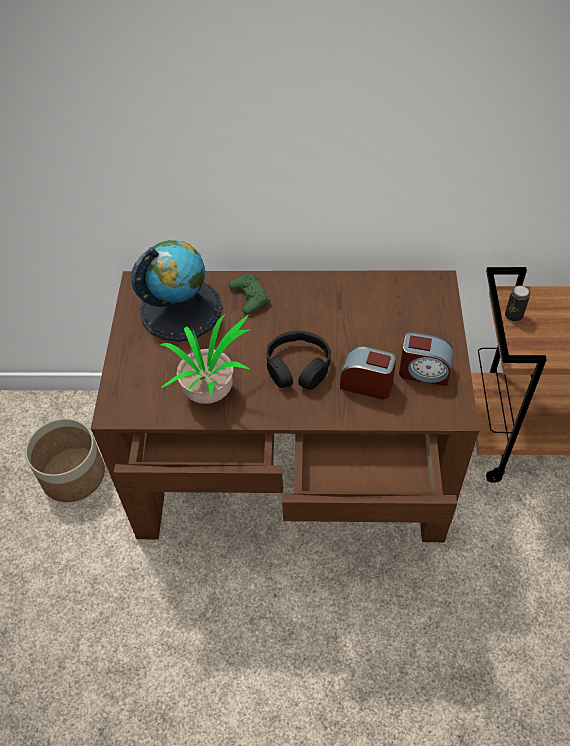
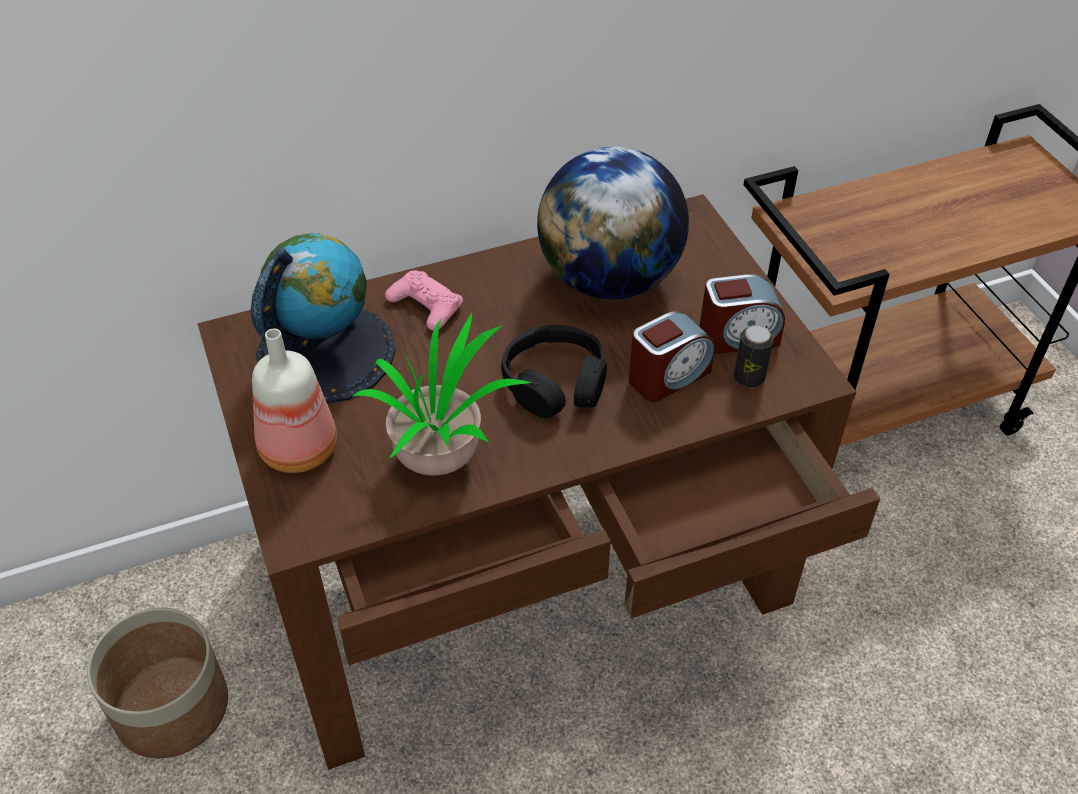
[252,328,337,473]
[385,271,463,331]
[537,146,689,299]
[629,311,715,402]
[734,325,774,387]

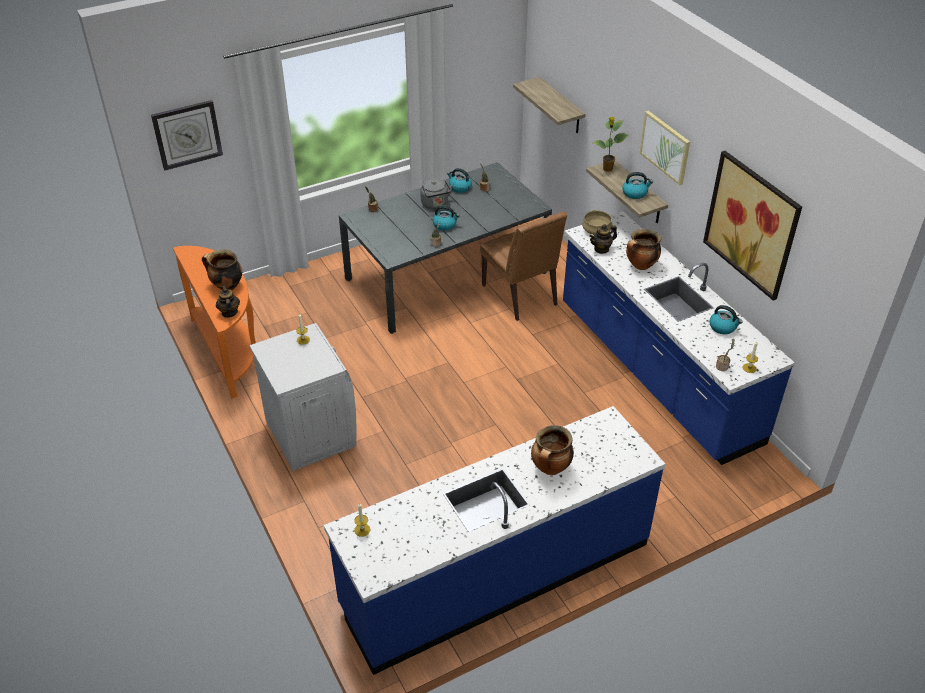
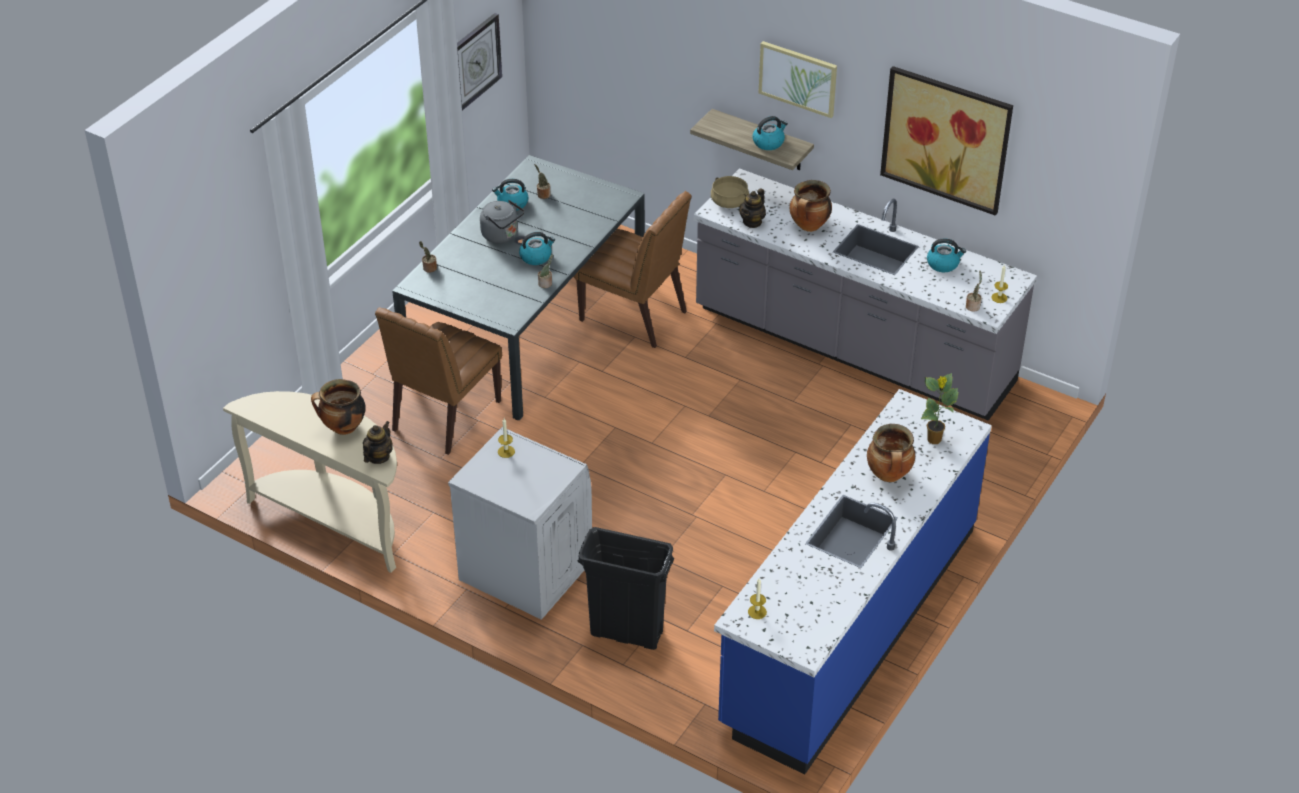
[223,391,397,573]
[363,421,393,464]
[375,307,502,455]
[457,13,502,110]
[578,527,674,650]
[694,168,1037,421]
[921,373,958,444]
[513,77,586,133] (first image)

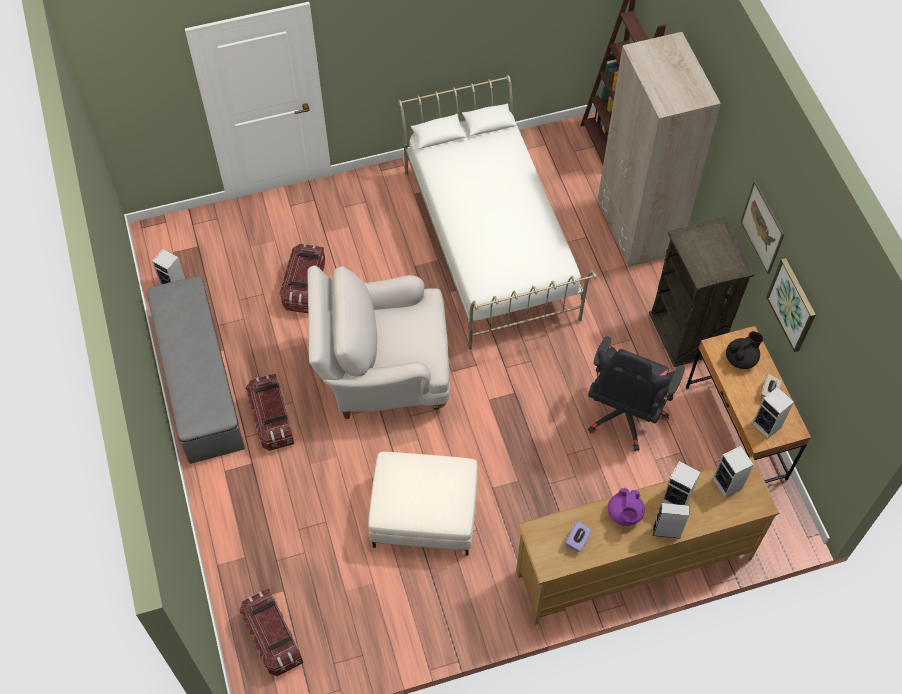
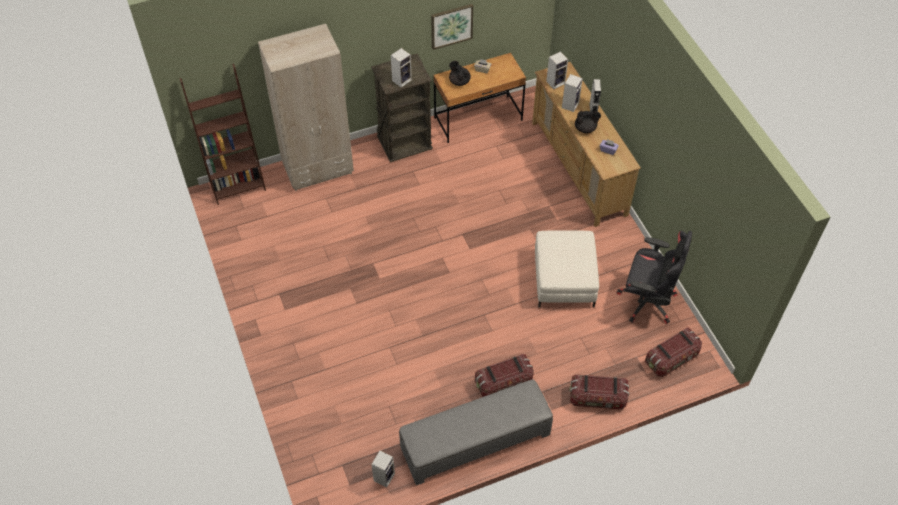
[391,48,412,88]
[569,375,629,410]
[575,111,601,133]
[617,231,692,324]
[308,266,450,419] (first image)
[398,75,596,351] (first image)
[740,180,784,274] (first image)

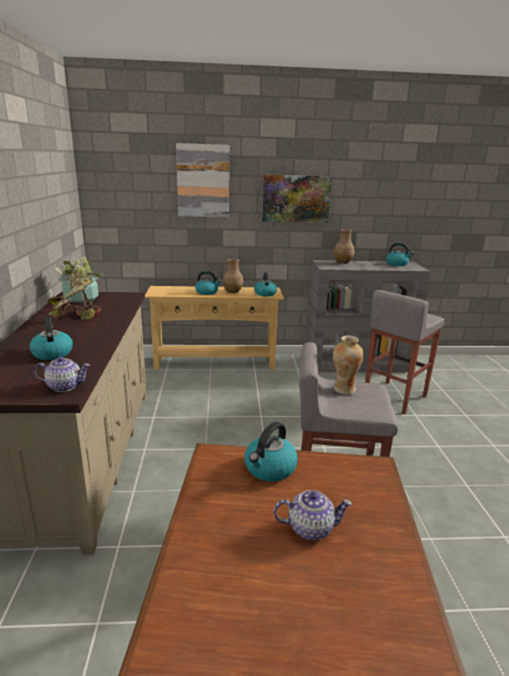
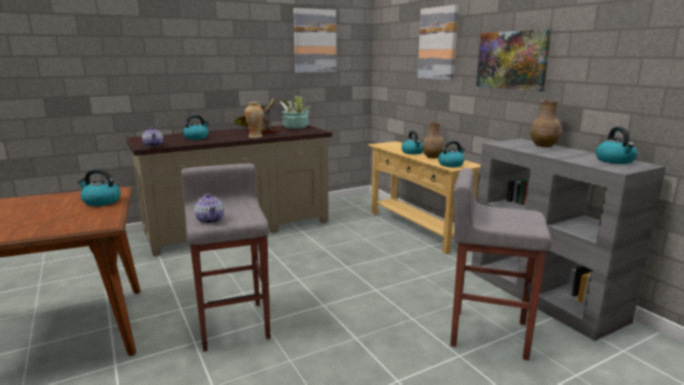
[194,194,224,224]
[245,102,263,138]
[293,8,336,73]

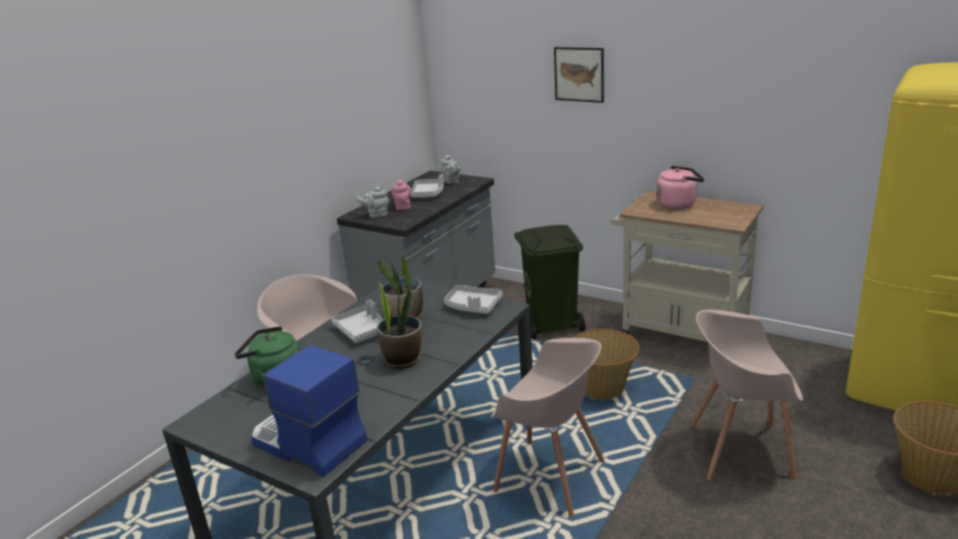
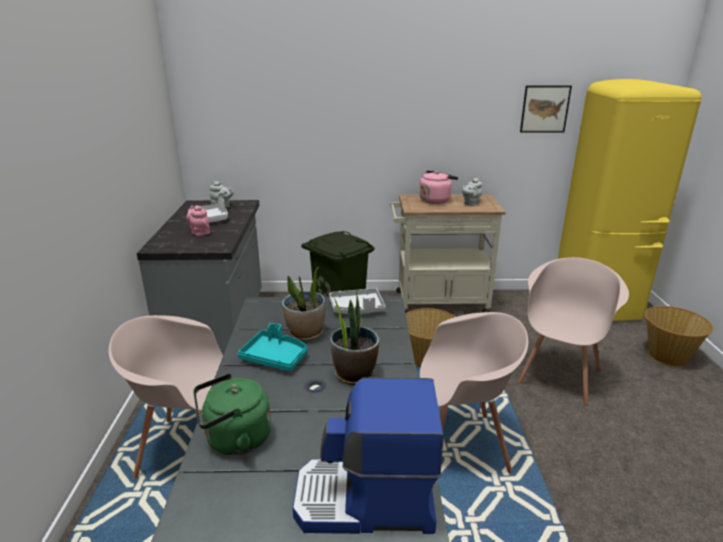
[237,323,308,371]
[462,178,482,206]
[518,257,629,405]
[520,86,572,133]

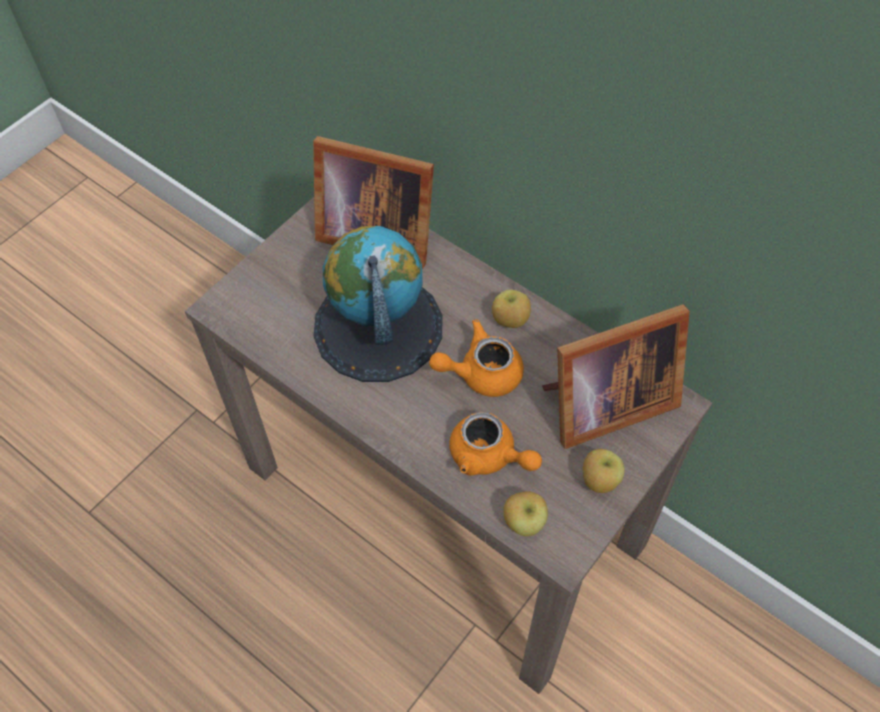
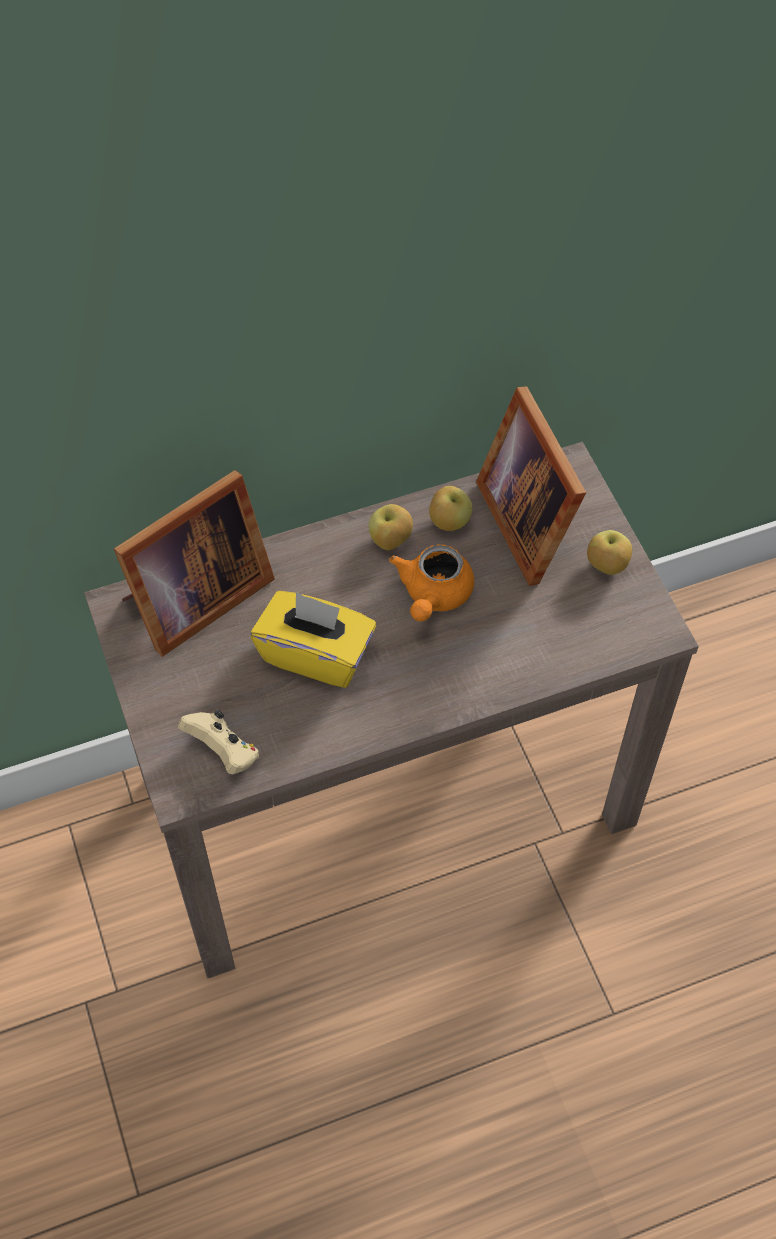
[178,710,259,775]
[251,591,376,688]
[429,486,472,531]
[476,386,586,586]
[449,412,542,476] (first image)

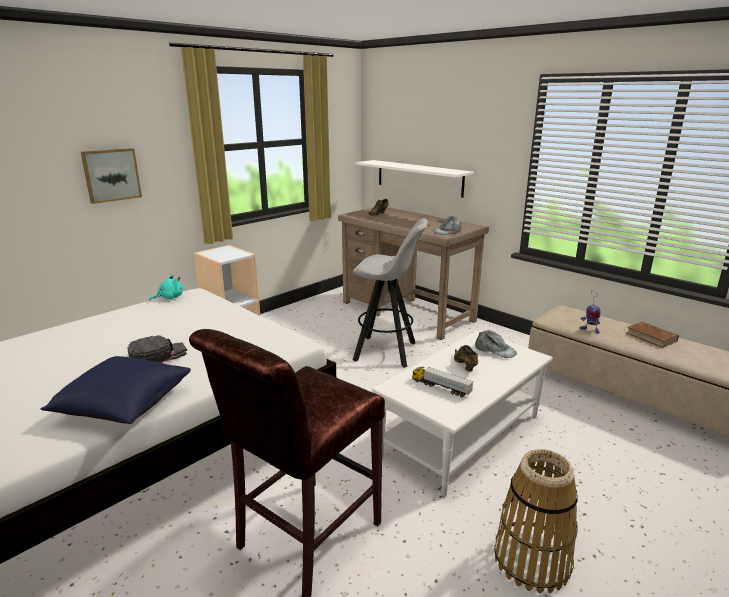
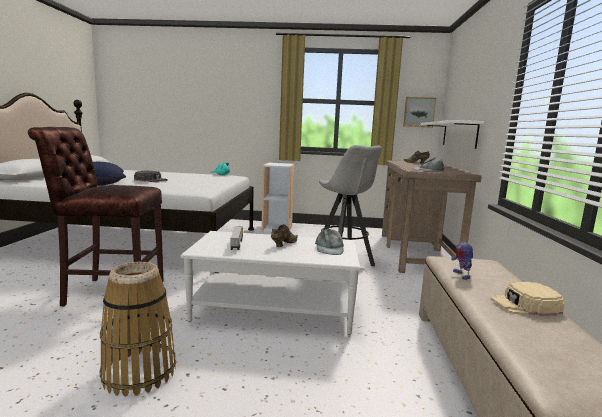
[403,97,436,128]
[490,282,565,316]

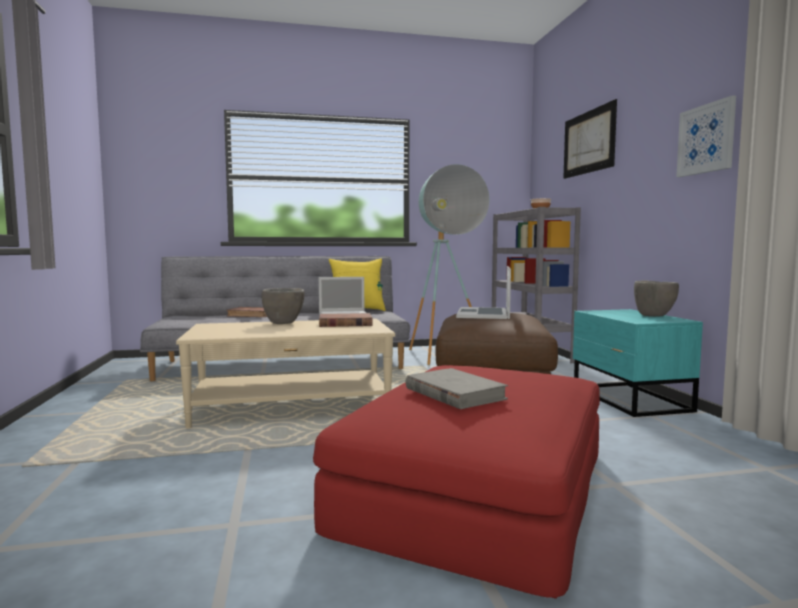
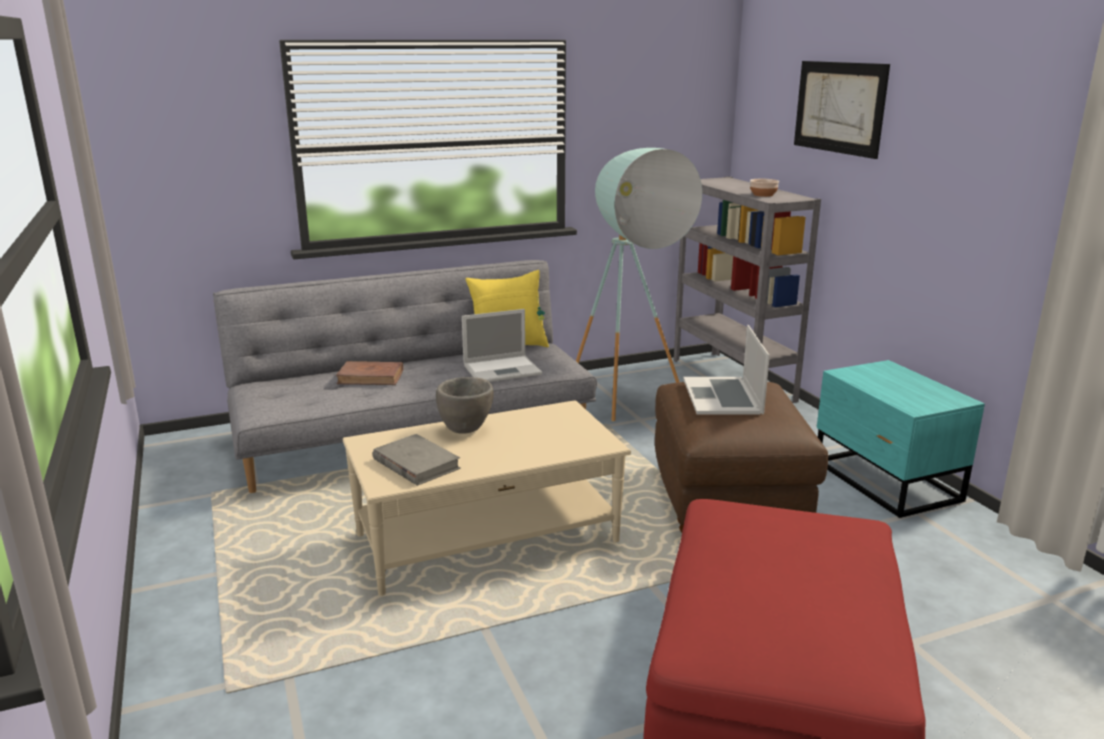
[373,434,461,486]
[319,313,373,327] (first image)
[634,281,679,317] (first image)
[676,95,736,177] (first image)

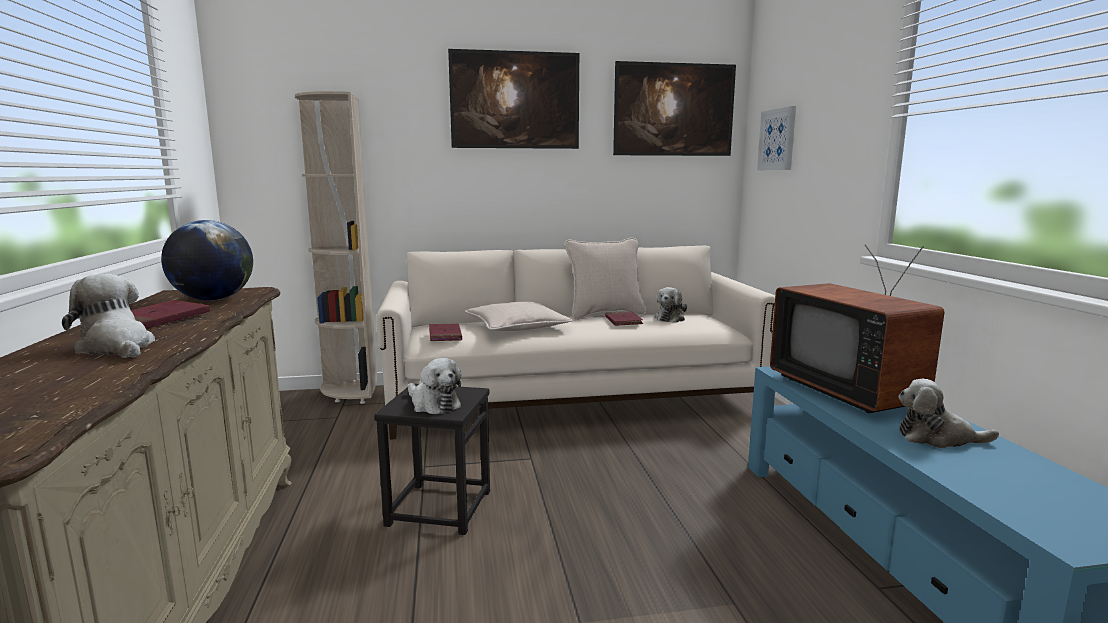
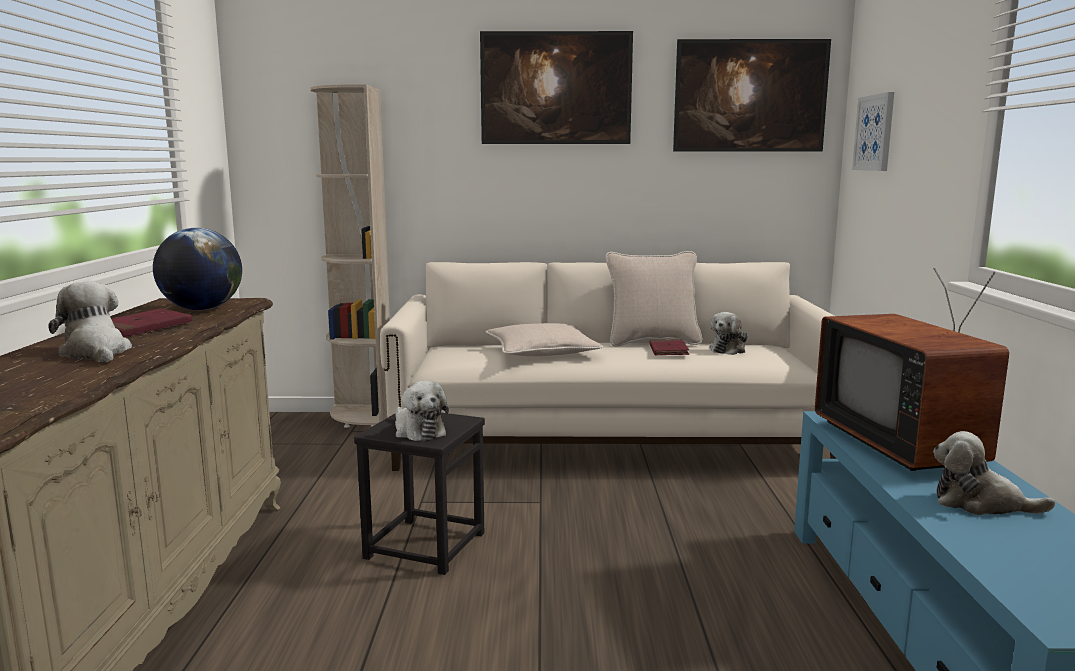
[429,324,462,341] (first image)

